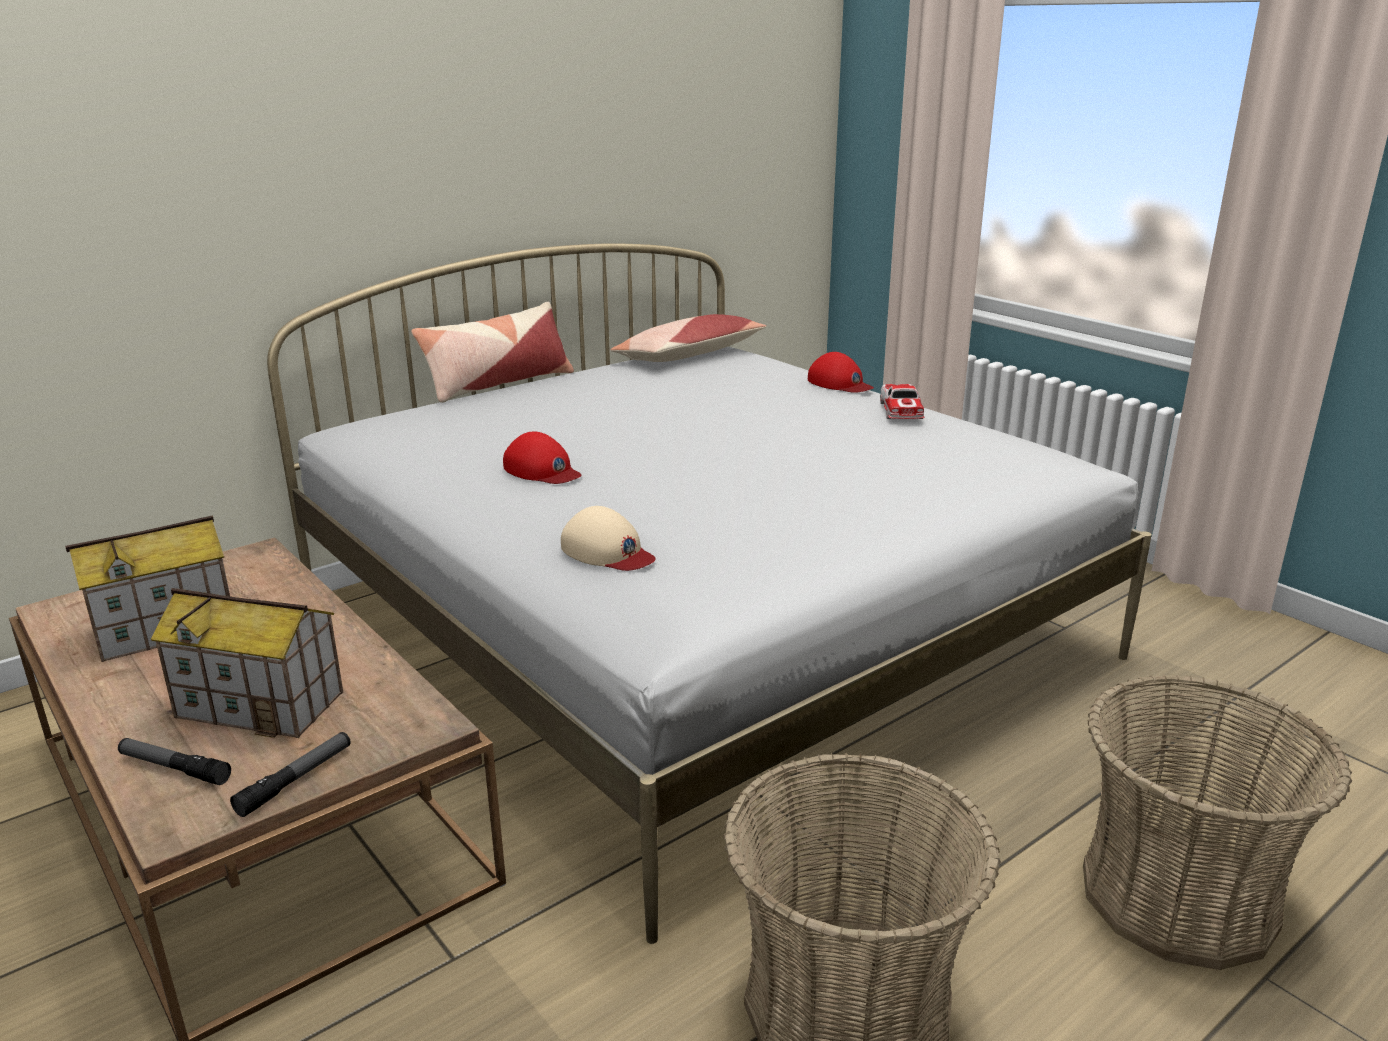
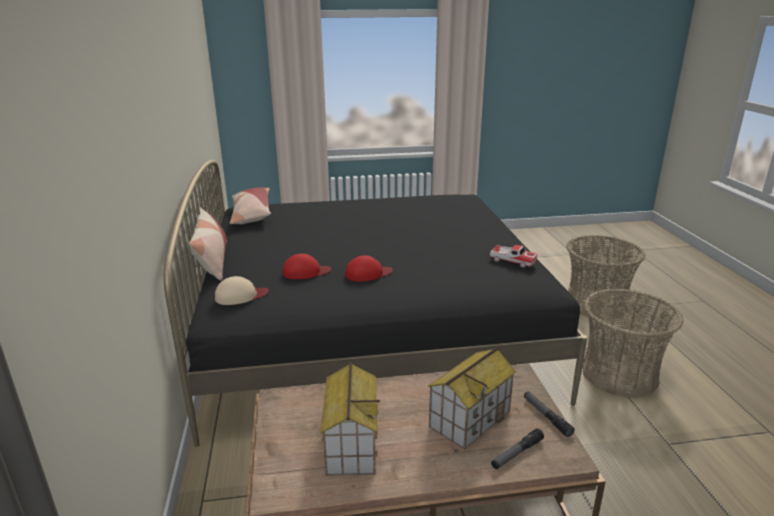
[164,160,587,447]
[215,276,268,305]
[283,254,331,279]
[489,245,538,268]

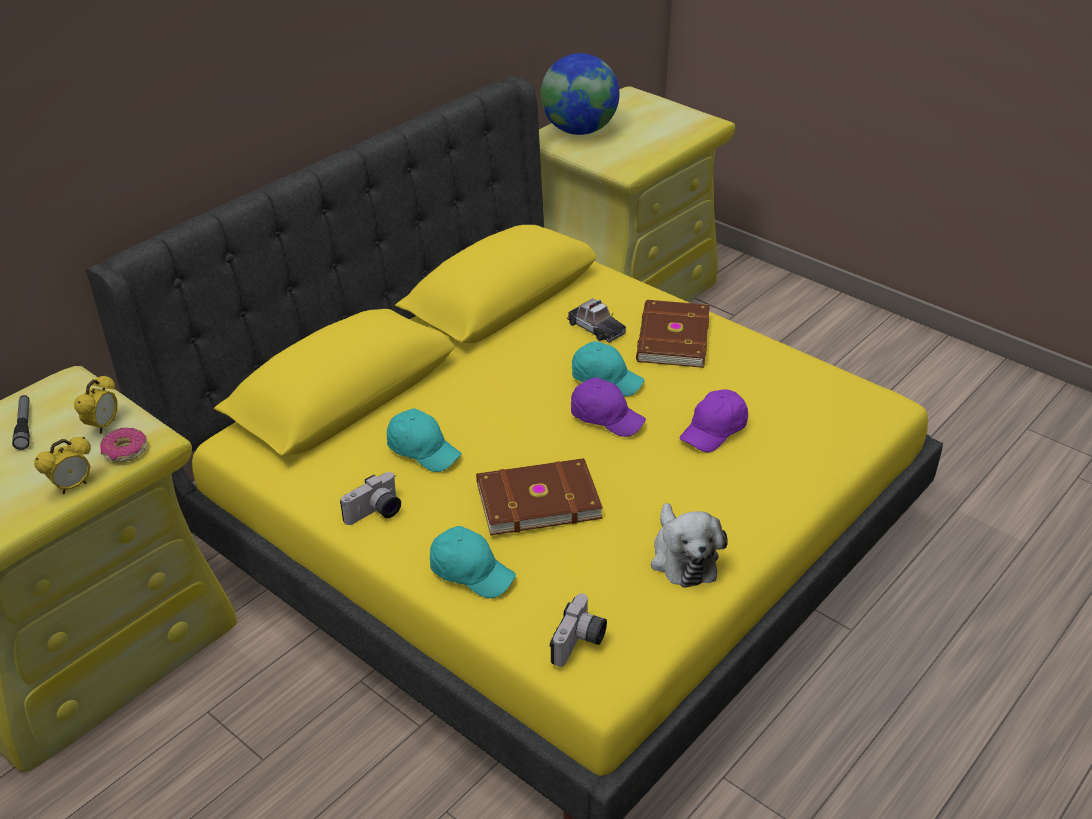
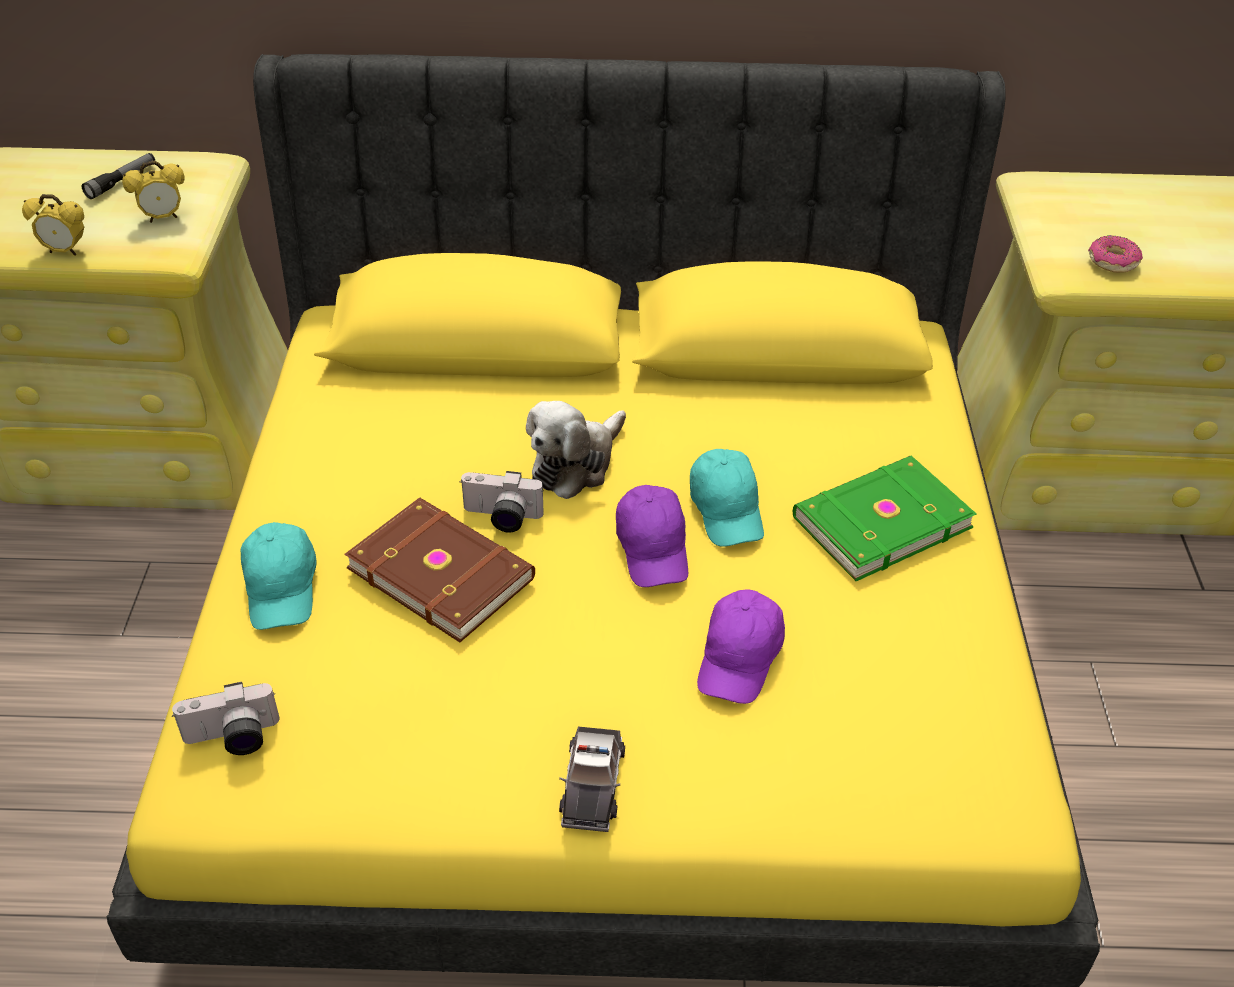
[460,471,544,533]
[526,401,626,499]
[559,727,625,832]
[697,589,785,704]
[793,455,976,581]
[1088,235,1143,273]
[387,409,462,472] (first image)
[540,53,619,135] (first image)

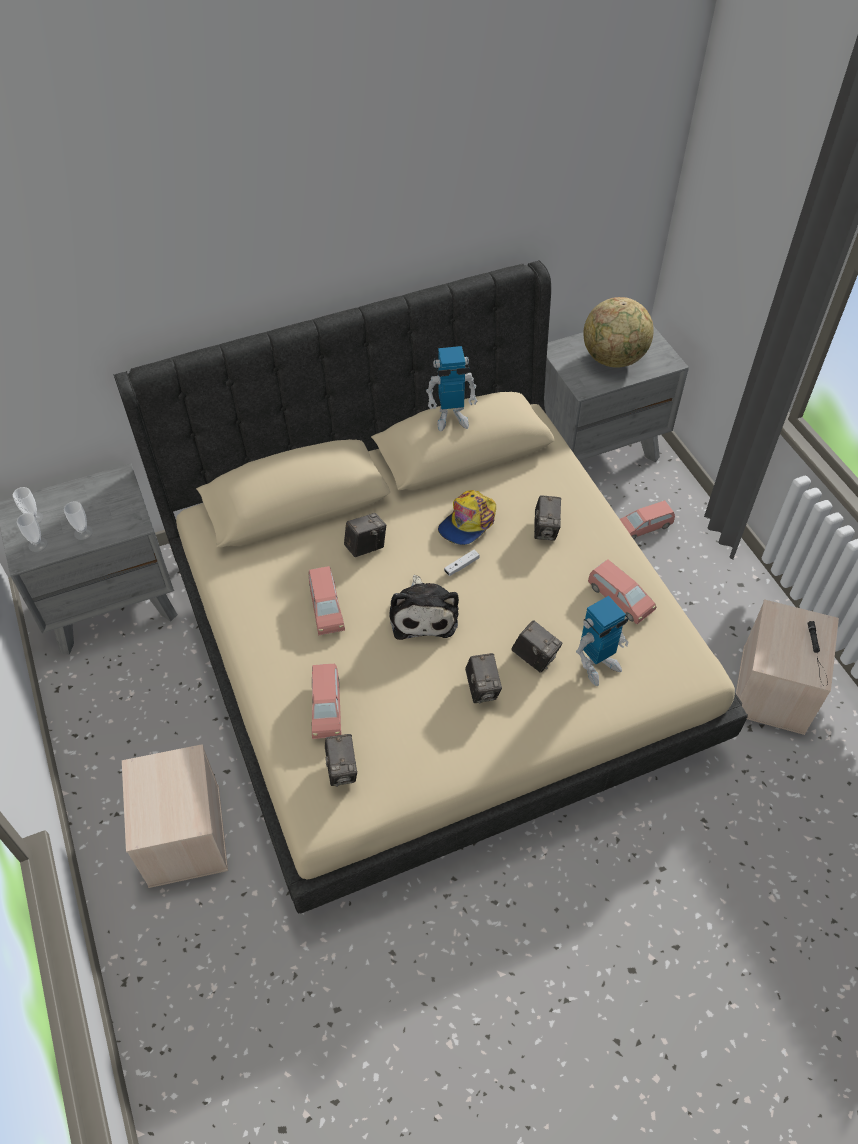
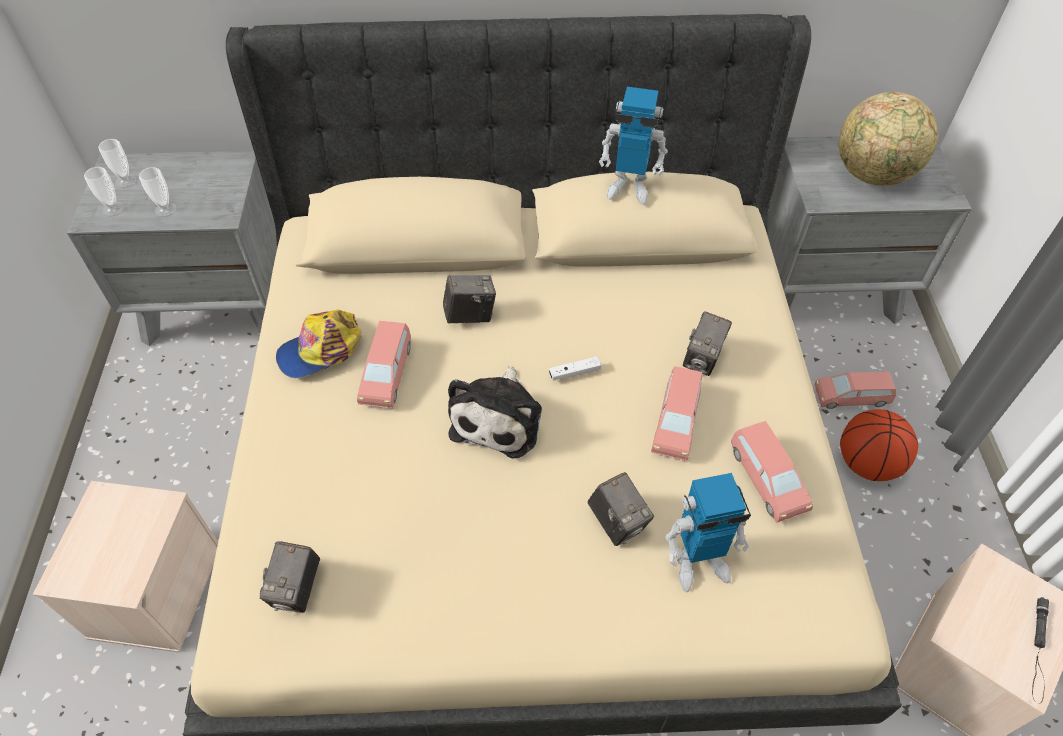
[276,309,361,378]
[651,366,702,461]
[840,409,918,481]
[465,653,502,704] (first image)

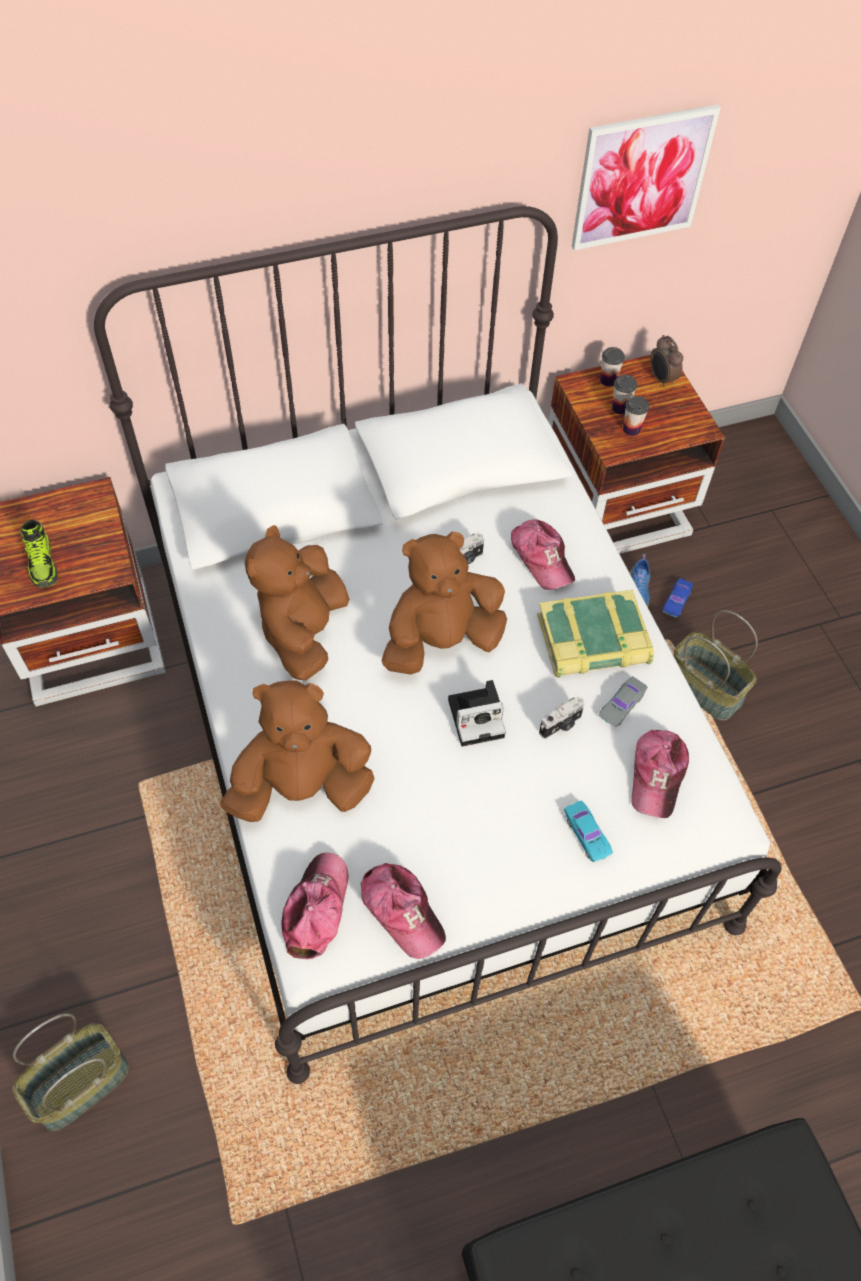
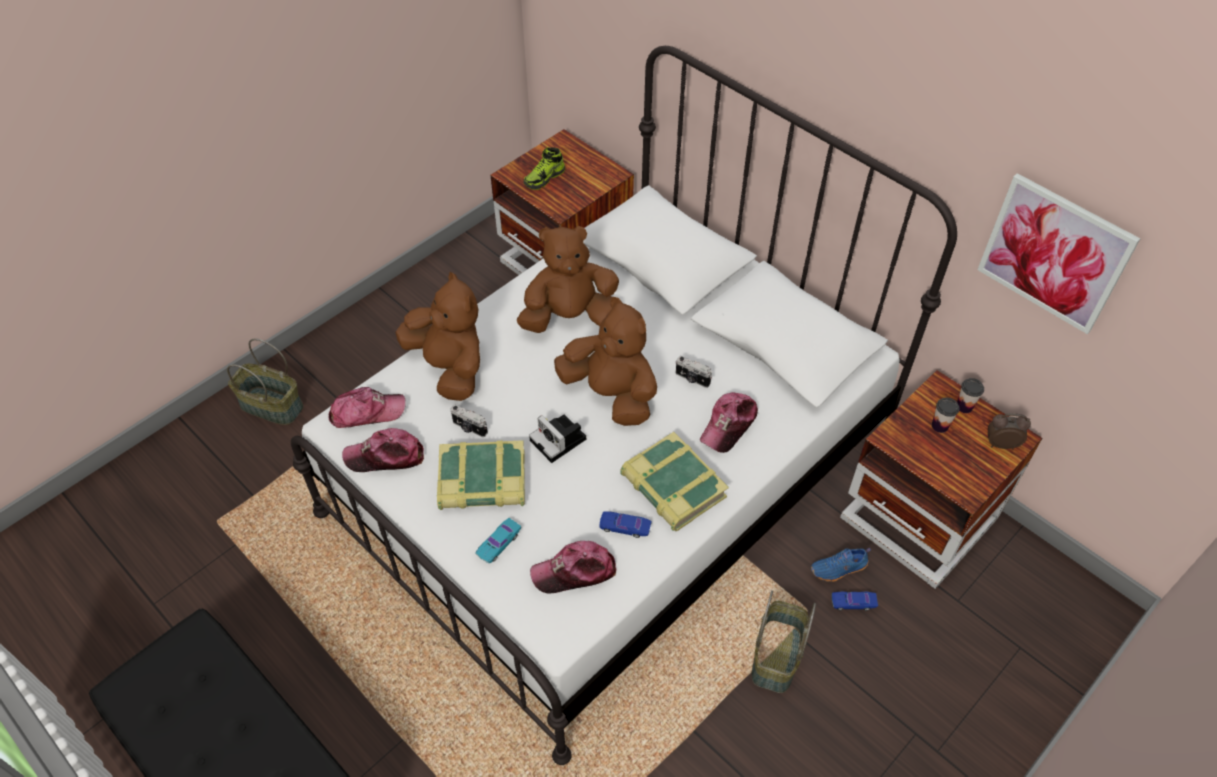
[342,428,424,472]
[437,440,525,510]
[451,405,488,437]
[599,511,652,538]
[988,413,1031,450]
[623,396,649,436] (first image)

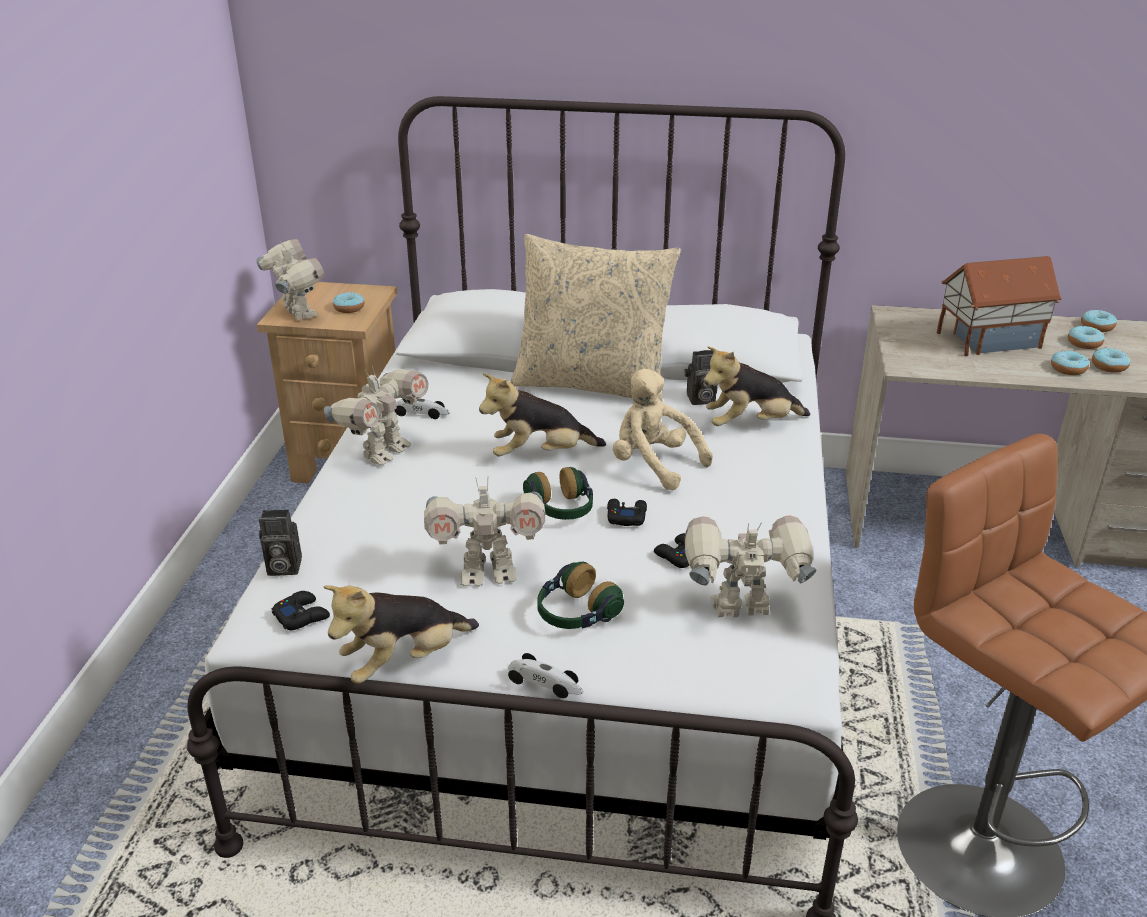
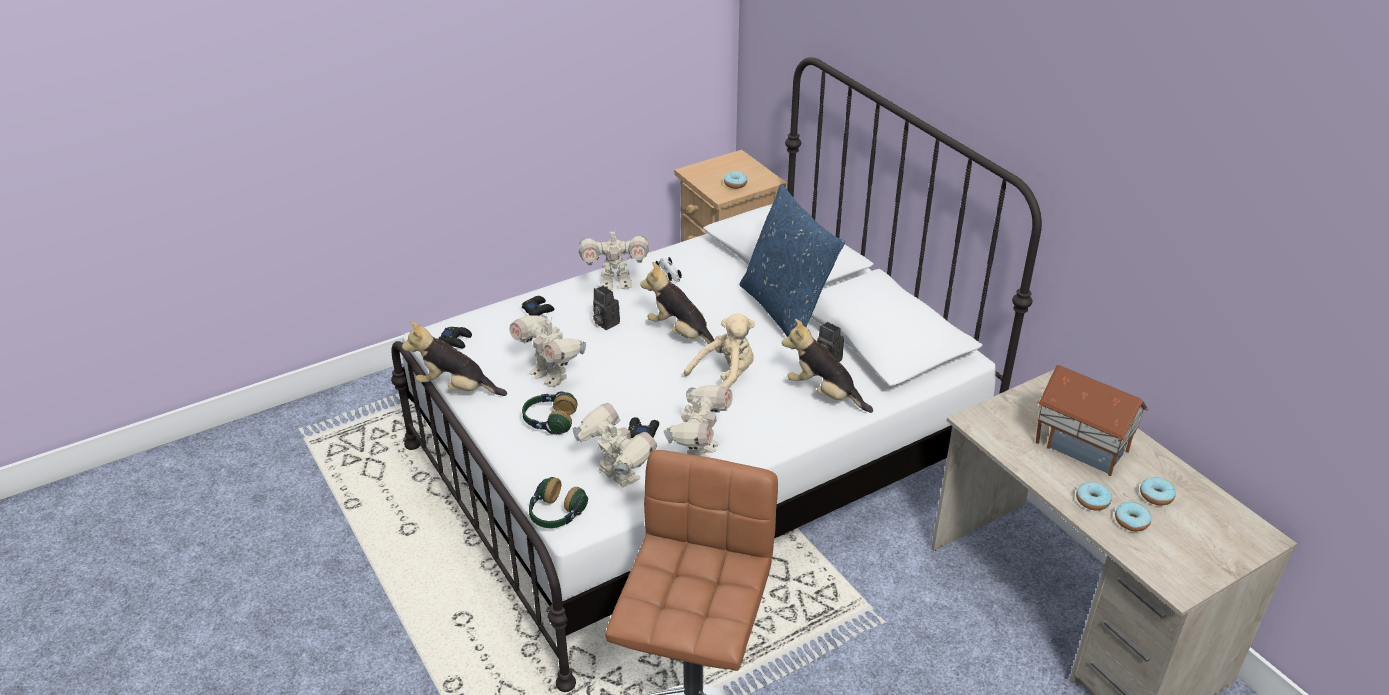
[522,296,554,316]
[529,477,588,528]
[593,286,620,330]
[663,385,733,458]
[684,313,755,388]
[740,184,845,337]
[508,653,583,698] (first image)
[1081,310,1117,332] (first image)

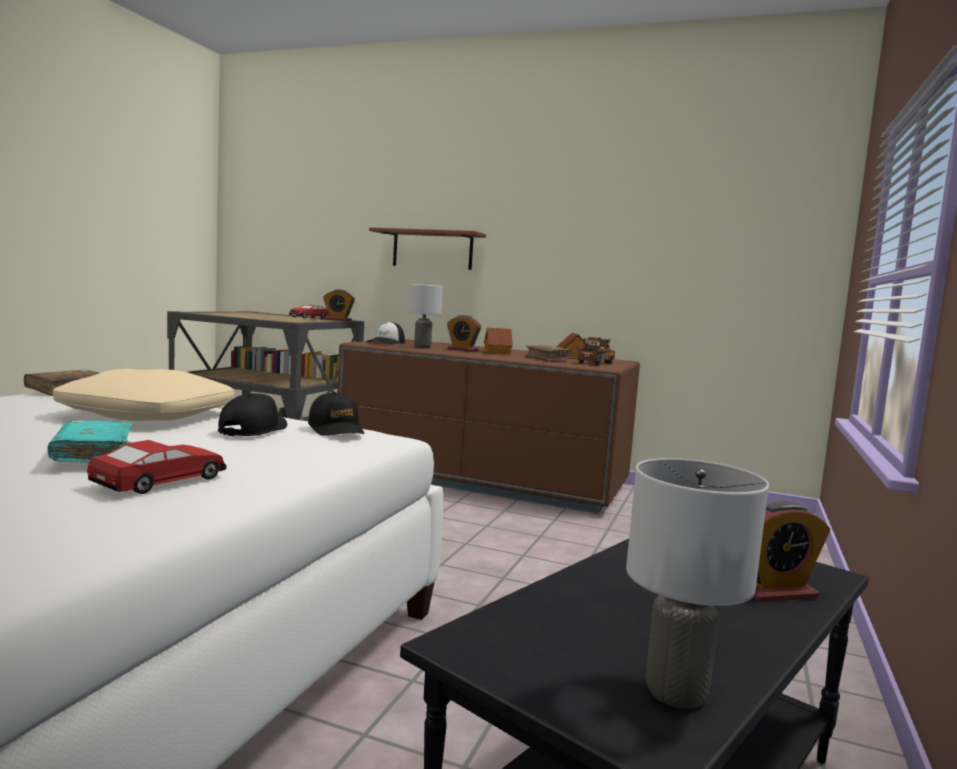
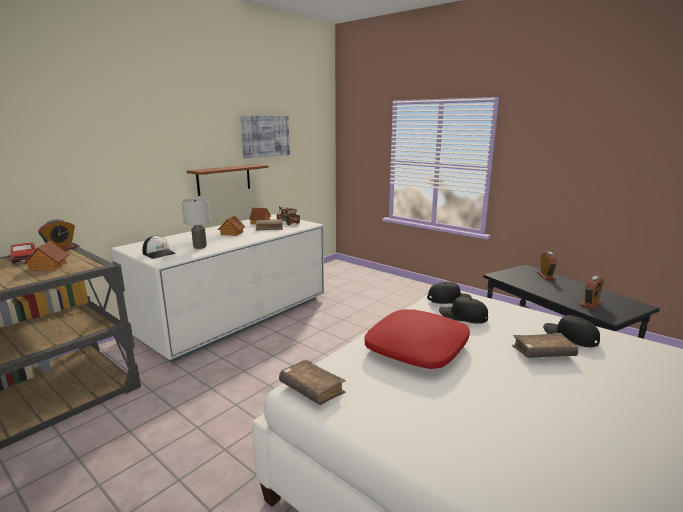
[23,241,69,271]
[111,214,324,363]
[187,164,269,196]
[241,116,290,158]
[365,309,470,369]
[512,333,578,358]
[543,315,600,347]
[580,276,604,310]
[626,458,769,709] (first image)

